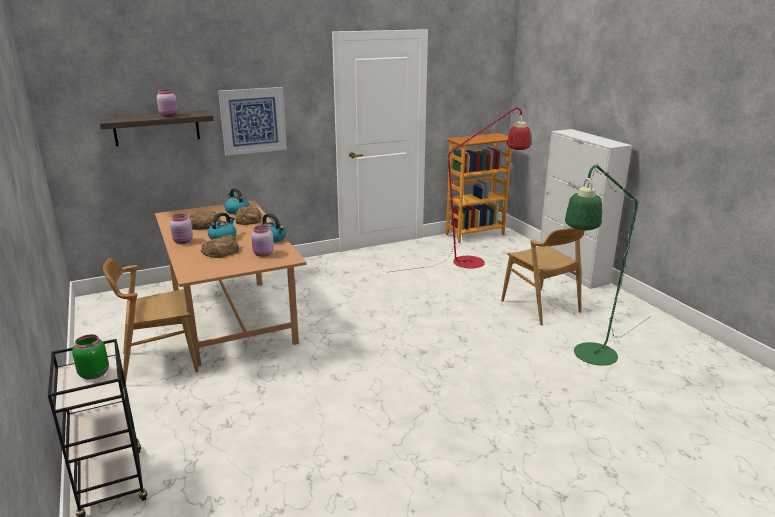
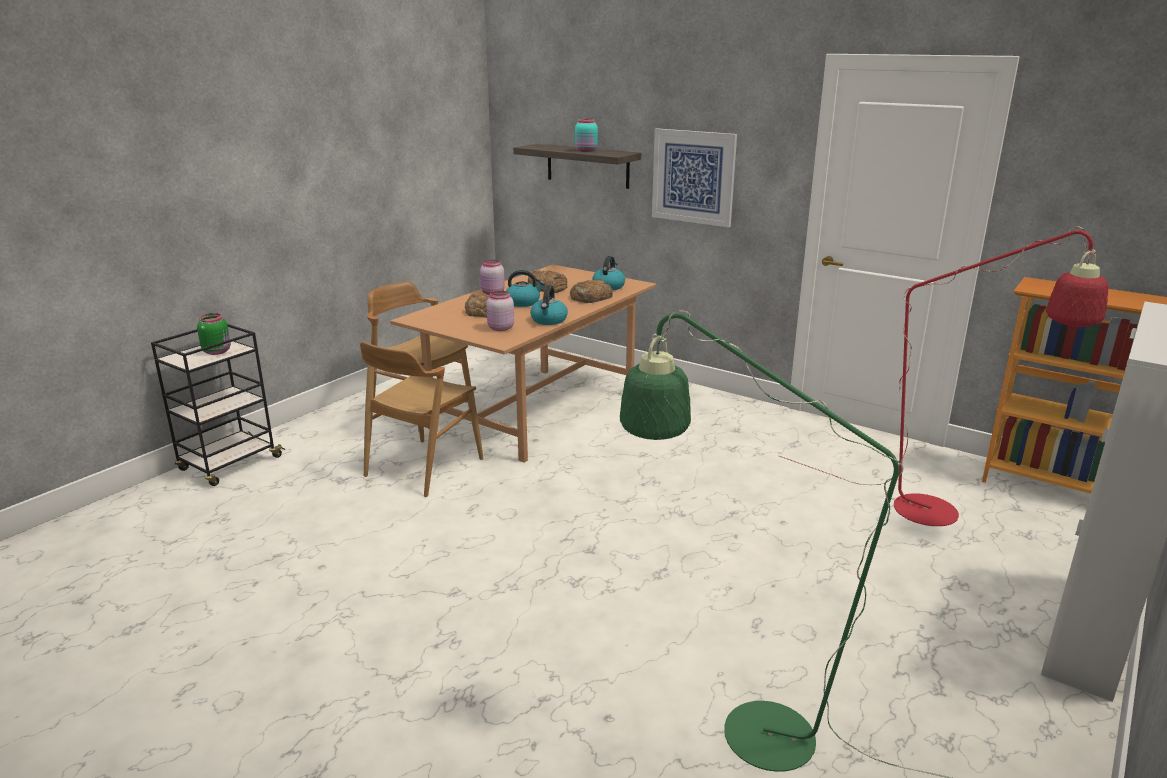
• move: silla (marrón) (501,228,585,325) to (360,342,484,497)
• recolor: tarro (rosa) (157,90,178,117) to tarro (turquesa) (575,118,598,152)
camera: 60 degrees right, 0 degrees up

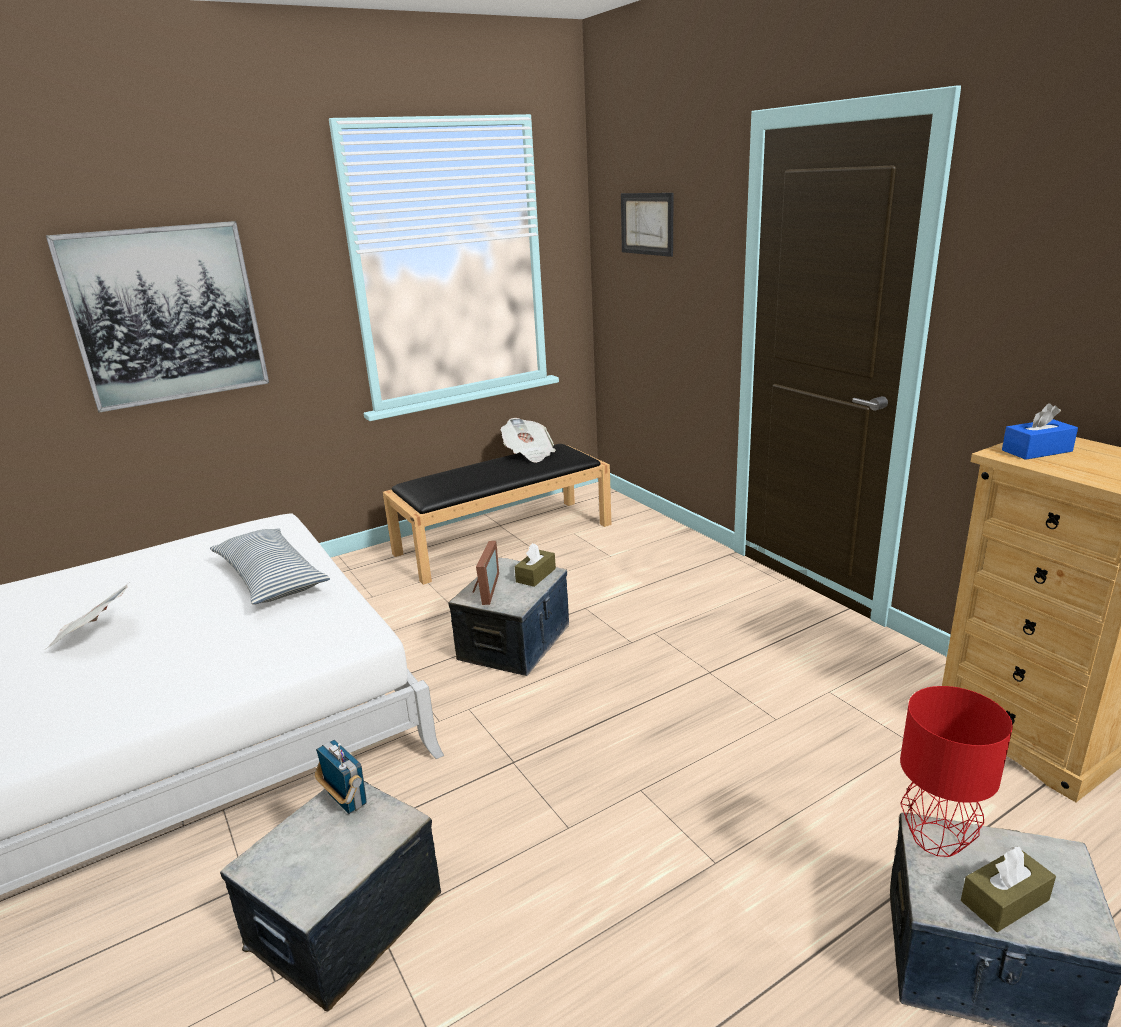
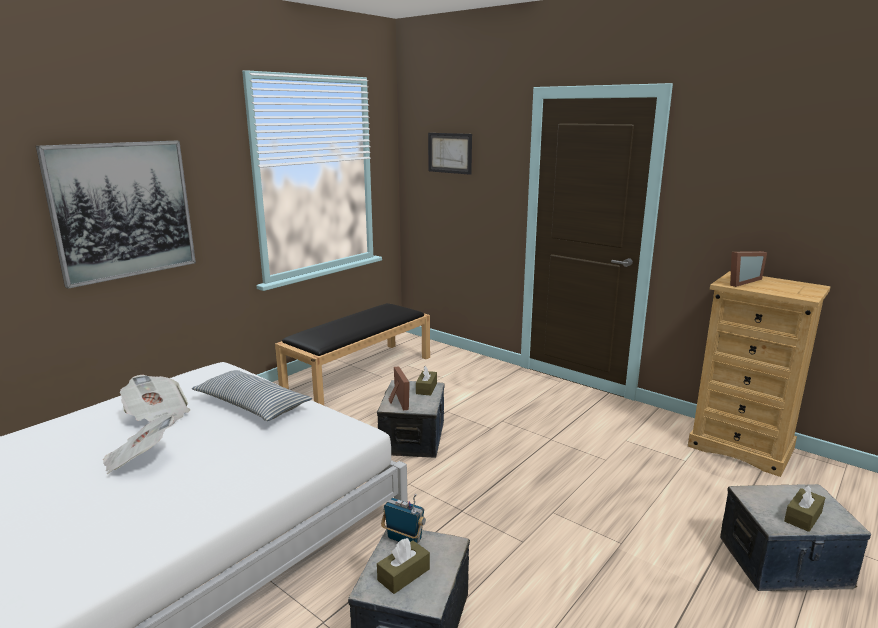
• delete: lámpara de mesa (rojo) (900,686,1013,857)
• insert: caja de pañuelos (marrón) (377,538,430,594)
• move: periódico (501,418,556,463) to (120,375,190,428)
• replace: caja de pañuelos (azul) (1002,403,1078,460) to portarretratos (730,251,767,287)
camera: 20 degrees left, 5 degrees down

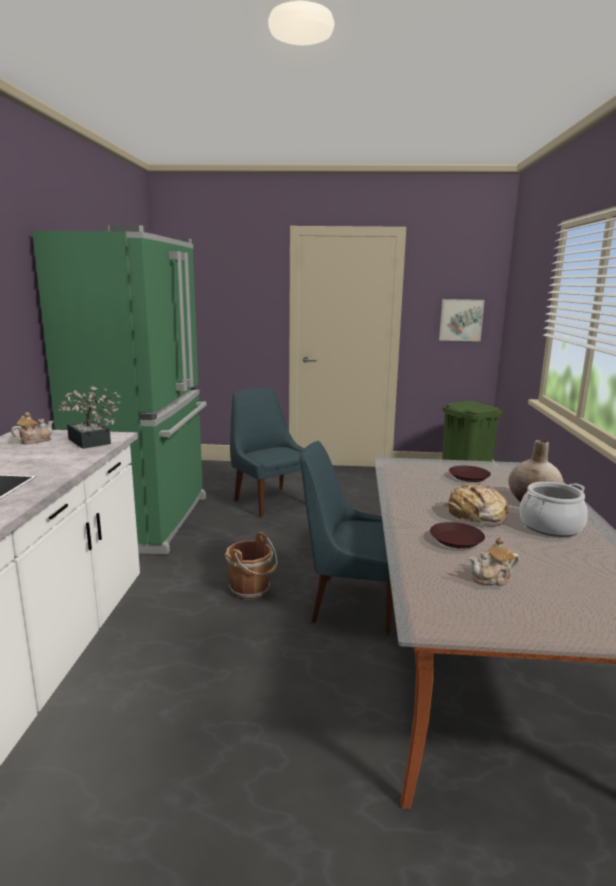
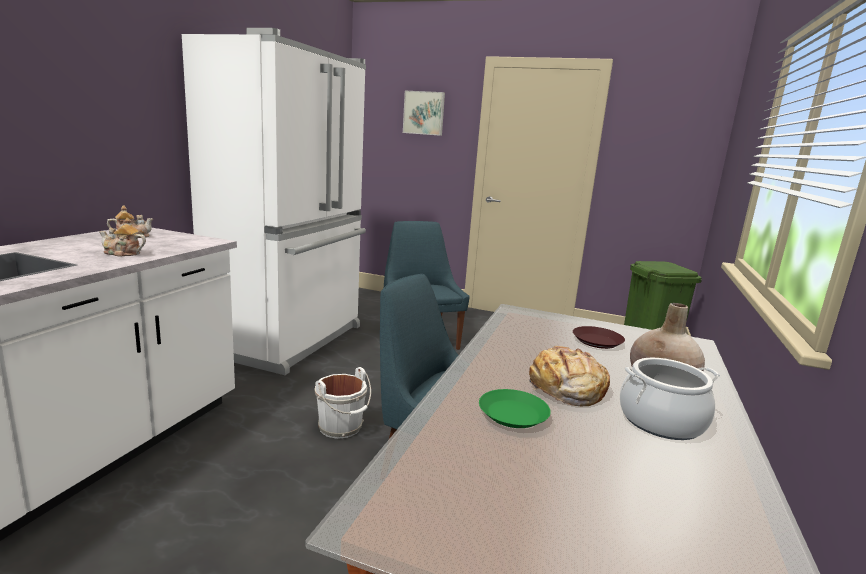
• delete: planta en maceta (58,386,121,449)
• move: cuadro (439,299,485,341) to (403,91,445,136)
• move: tetera (469,537,520,585) to (99,218,146,257)
• recolor: nevera (verde) (32,225,207,555) to nevera (blanco) (182,28,366,375)
• recolor: cubo (marrón) (225,532,278,599) to cubo (blanco) (315,367,371,439)
• recolor: plato (marrón) (430,522,485,549) to plato (verde) (479,389,551,428)
camera: 15 degrees right, 0 degrees up

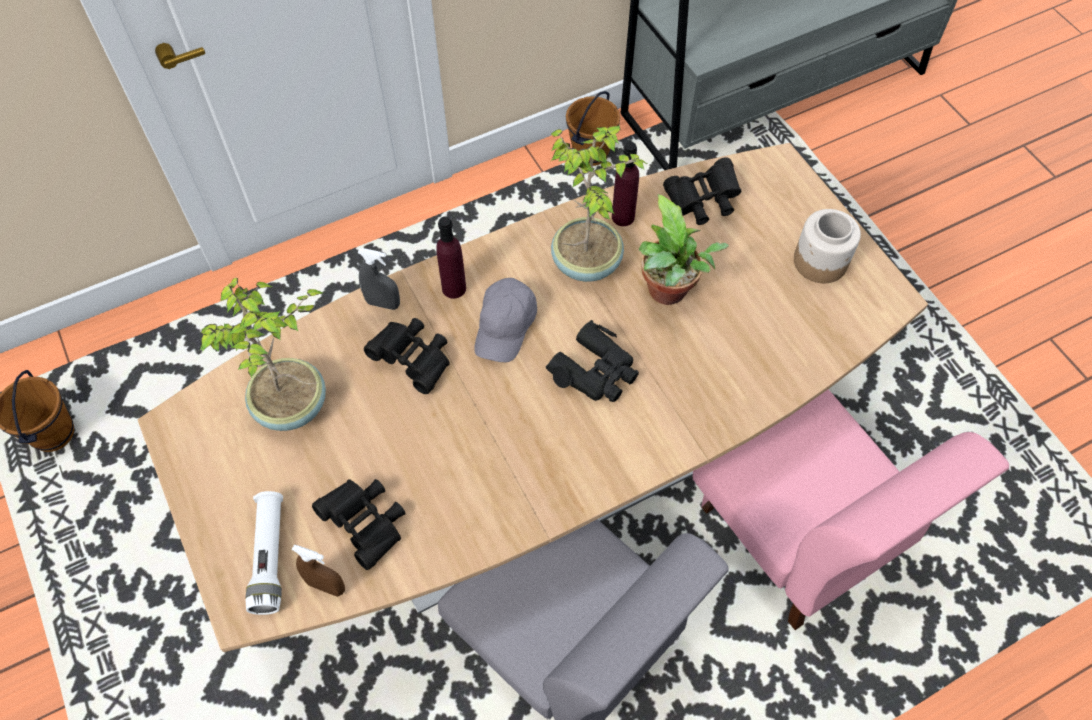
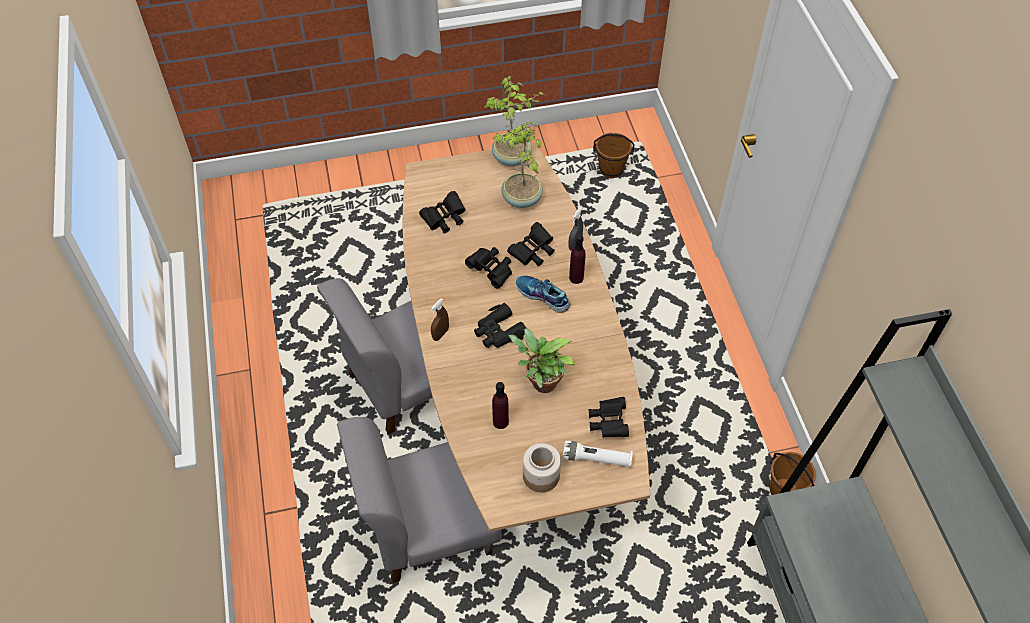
• insert: prismáticos (negro) (465,247,512,289)
• move: linterna (blanco) (246,491,283,615) to (563,441,633,468)
• move: pulverizador (marrón) (292,544,345,597) to (431,298,449,341)
• move: planta en maceta (551,125,647,282) to (484,76,545,166)
• move: botella (morado) (612,142,639,226) to (492,382,509,429)
• replace: gorra (gris) (474,278,537,362) to zapato (516,276,570,313)
• recolor: silla (rosa) (693,389,1009,630) to silla (gris) (337,417,502,583)
camera: 105 degrees right, 5 degrees down

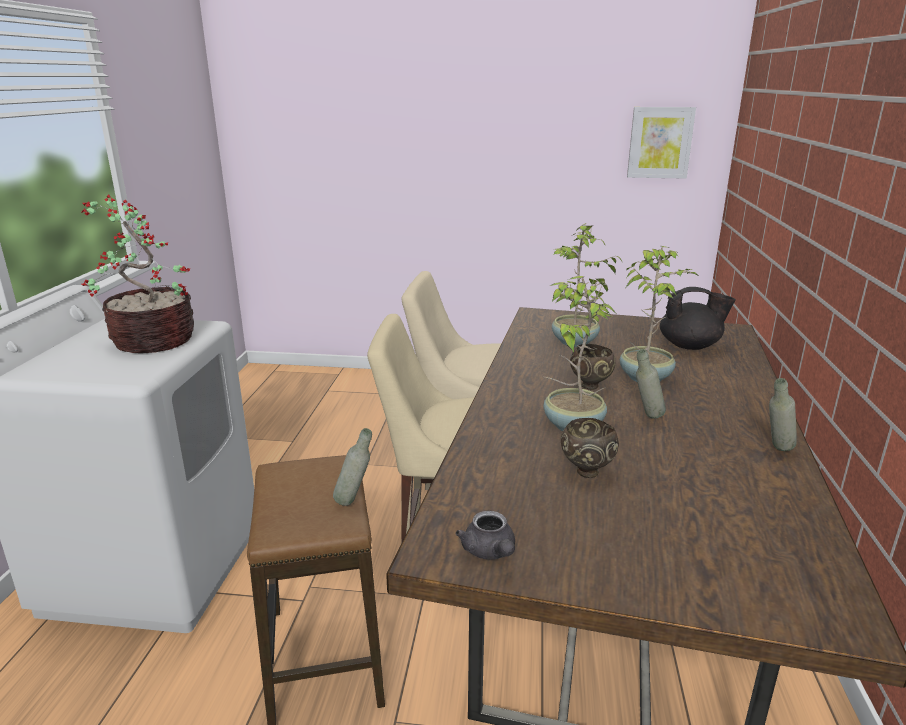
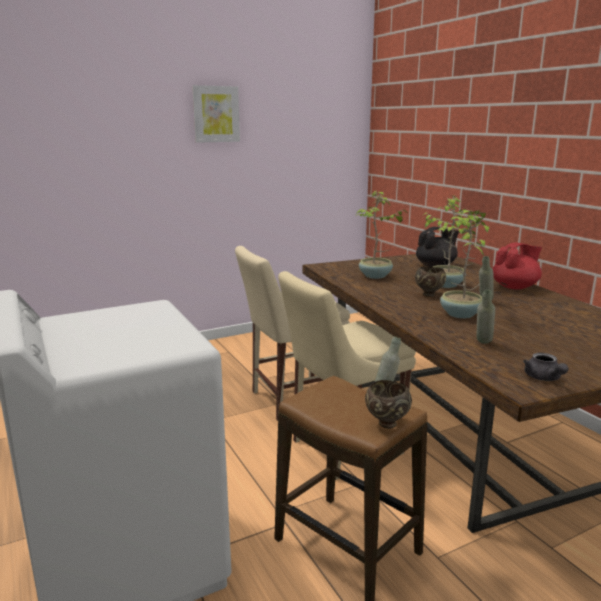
• delete: planta en maceta (81,195,194,353)
• insert: tetera (rojo) (493,243,542,290)
• move: cuenco (marrón) (561,418,619,478) to (365,380,412,429)
• move: cuadro (627,107,696,179) to (192,85,240,143)
• move: botella (gris) (769,378,797,451) to (476,289,495,344)
• rotate: tetera (gris) (456,511,515,559) = (523,353,568,381) 45 degrees clockwise
camera: 35 degrees left, 5 degrees down

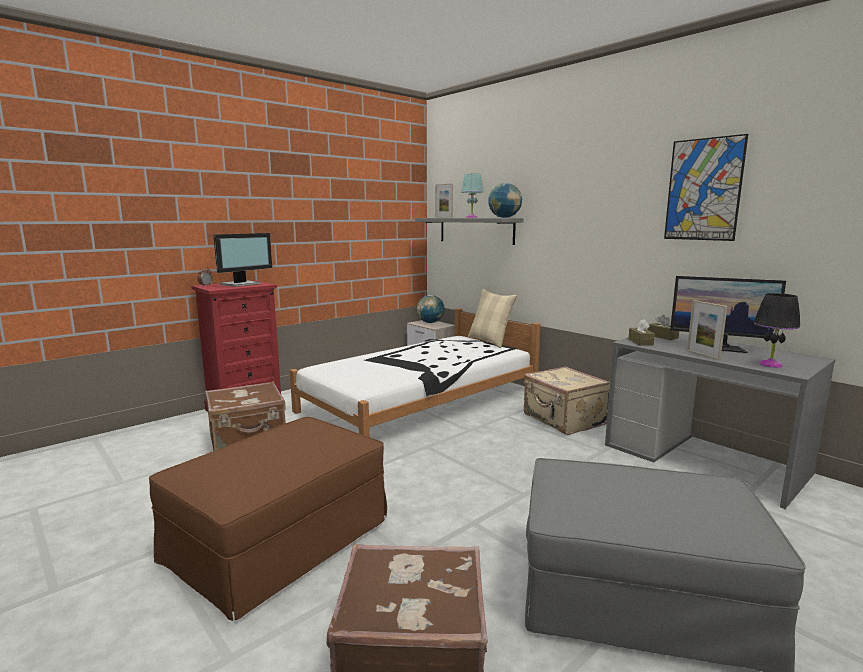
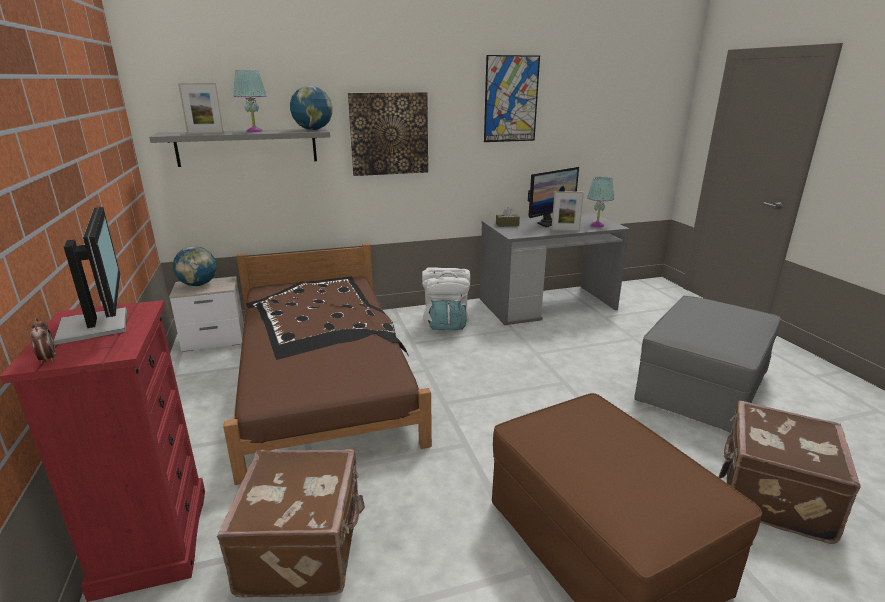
• delete: cojín (beis) (468,289,517,348)
• delete: caja de pañuelos (marrón) (628,319,655,346)
• insert: cuadro (348,92,428,176)
• replace: maleta (beis) (524,366,610,435) to mochila (blanco) (422,267,470,330)
• recolor: cama (blanco) (290,308,540,437) to cama (marrón) (223,243,432,485)
• recolor: lámpara de mesa (negro) (754,293,800,368) to lámpara de mesa (turquesa) (587,177,614,227)
camera: 65 degrees left, 10 degrees up

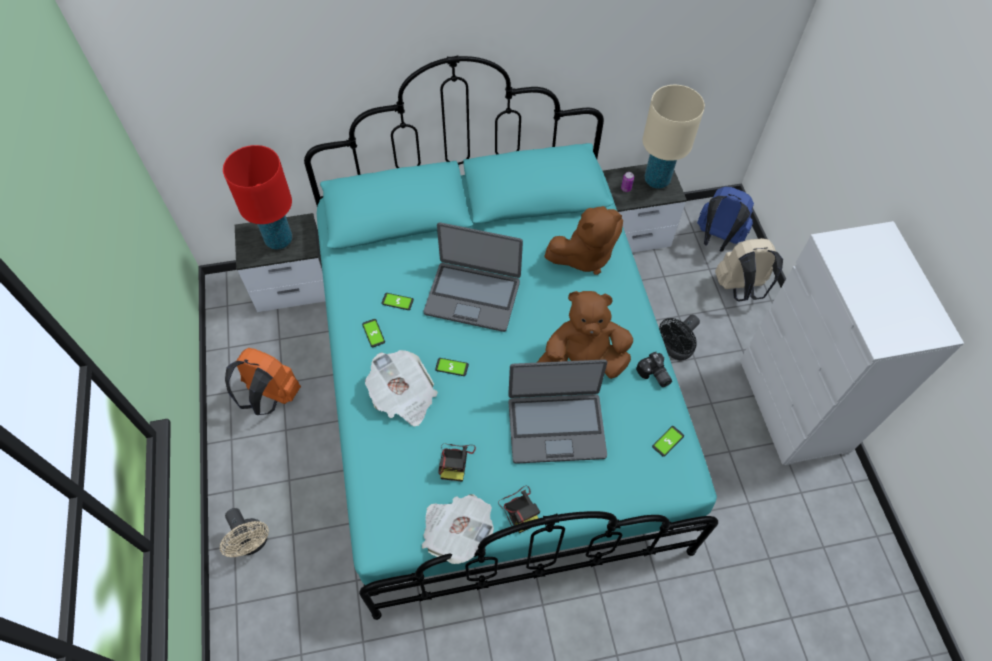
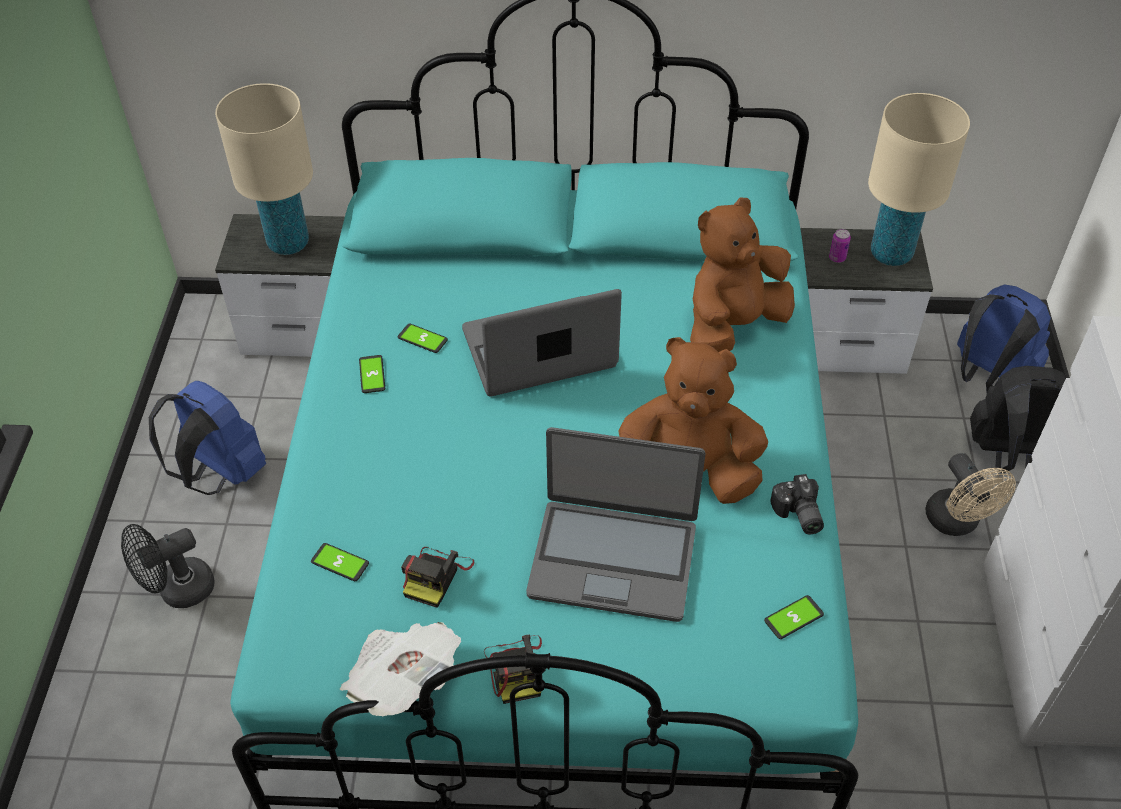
• delete: periódico (365,350,438,426)
• move: ventilador (beis) (220,508,269,557) to (926,453,1016,536)
• move: móvil (435,358,469,376) to (311,543,369,581)
• move: ventilador (negro) (659,315,700,360) to (121,524,215,608)
• recolor: lámpara de mesa (rojo) (223,145,292,250) to lámpara de mesa (beis) (215,83,313,255)
• recolor: mochila (naranja) (225,348,301,415) to mochila (azul) (149,381,266,495)
• recolor: mochila (beis) (715,238,783,301) to mochila (negro) (970,366,1066,473)
• rotate: portátil (424,222,523,332) = (462,289,622,396) 135 degrees clockwise
• rotate: peluche (marrón) (544,206,623,275) = (690,198,795,352) 150 degrees clockwise
camera: 15 degrees right, 10 degrees down

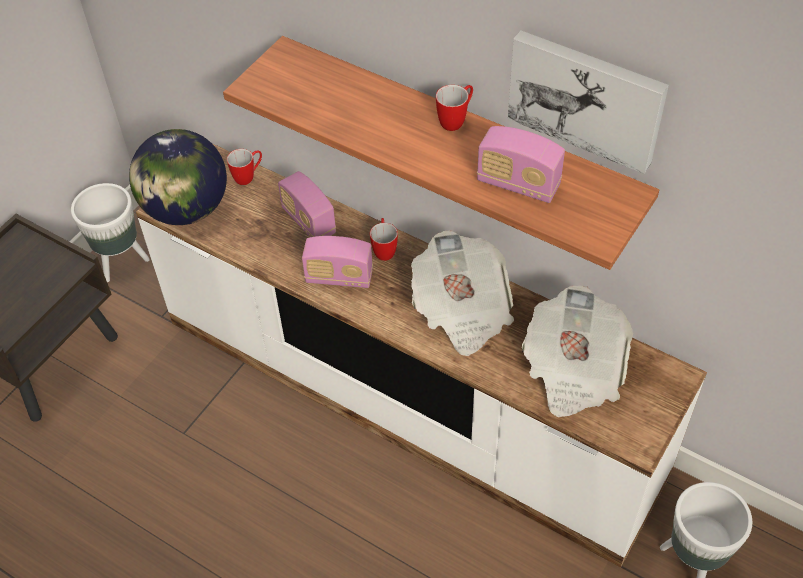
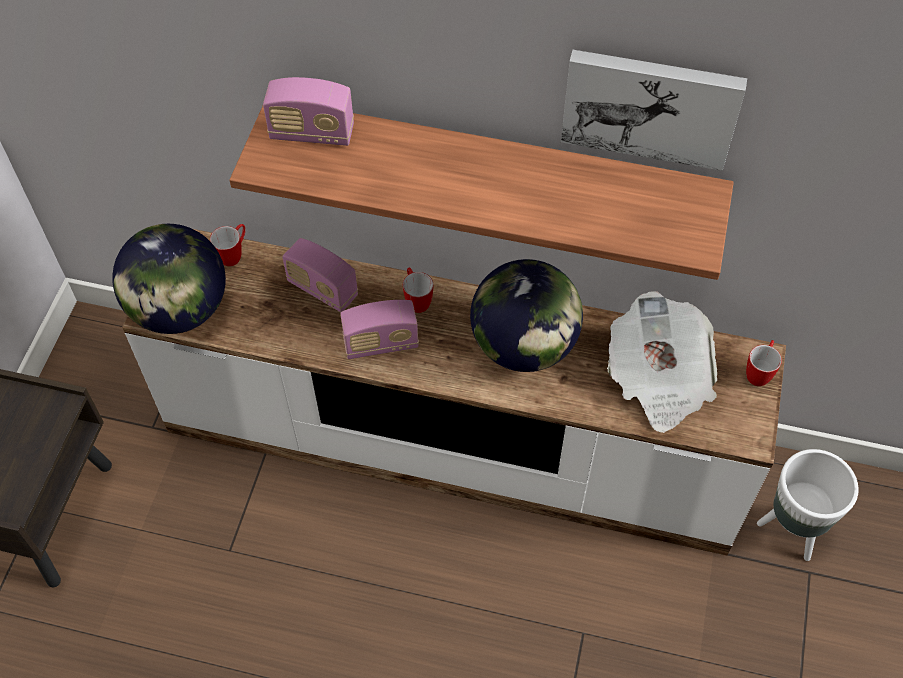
• delete: maceta (blanco) (71,183,150,282)
• move: taza grande (436,85,473,131) to (746,340,782,386)
• move: radio (477,126,565,203) to (263,77,354,146)
• replace: periódico (411,230,514,356) to globo terráqueo (470,259,583,372)
camera: 20 degrees left, 5 degrees up

